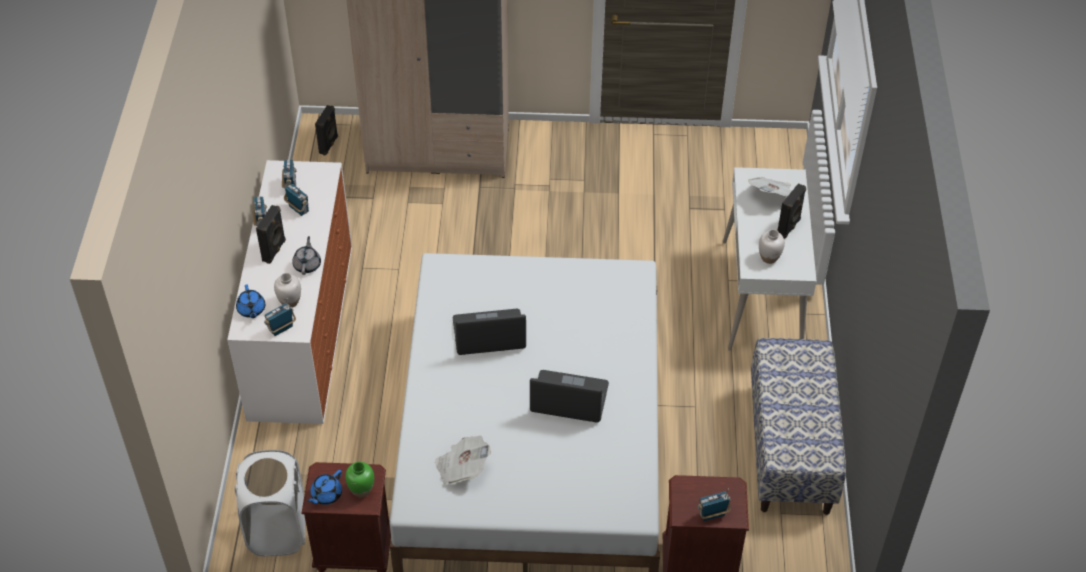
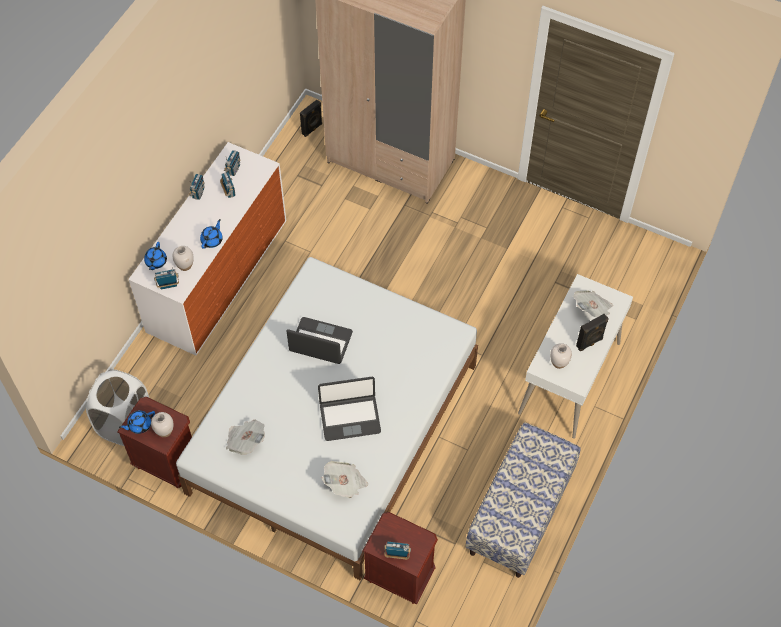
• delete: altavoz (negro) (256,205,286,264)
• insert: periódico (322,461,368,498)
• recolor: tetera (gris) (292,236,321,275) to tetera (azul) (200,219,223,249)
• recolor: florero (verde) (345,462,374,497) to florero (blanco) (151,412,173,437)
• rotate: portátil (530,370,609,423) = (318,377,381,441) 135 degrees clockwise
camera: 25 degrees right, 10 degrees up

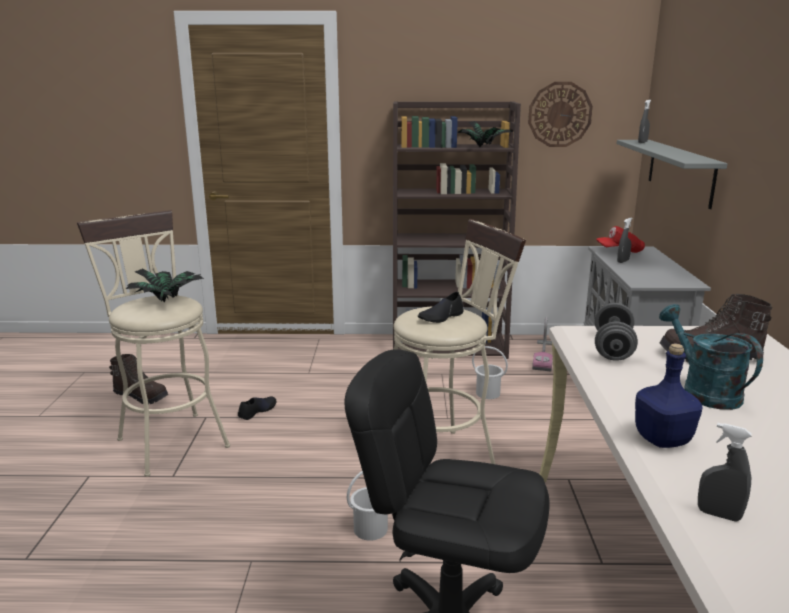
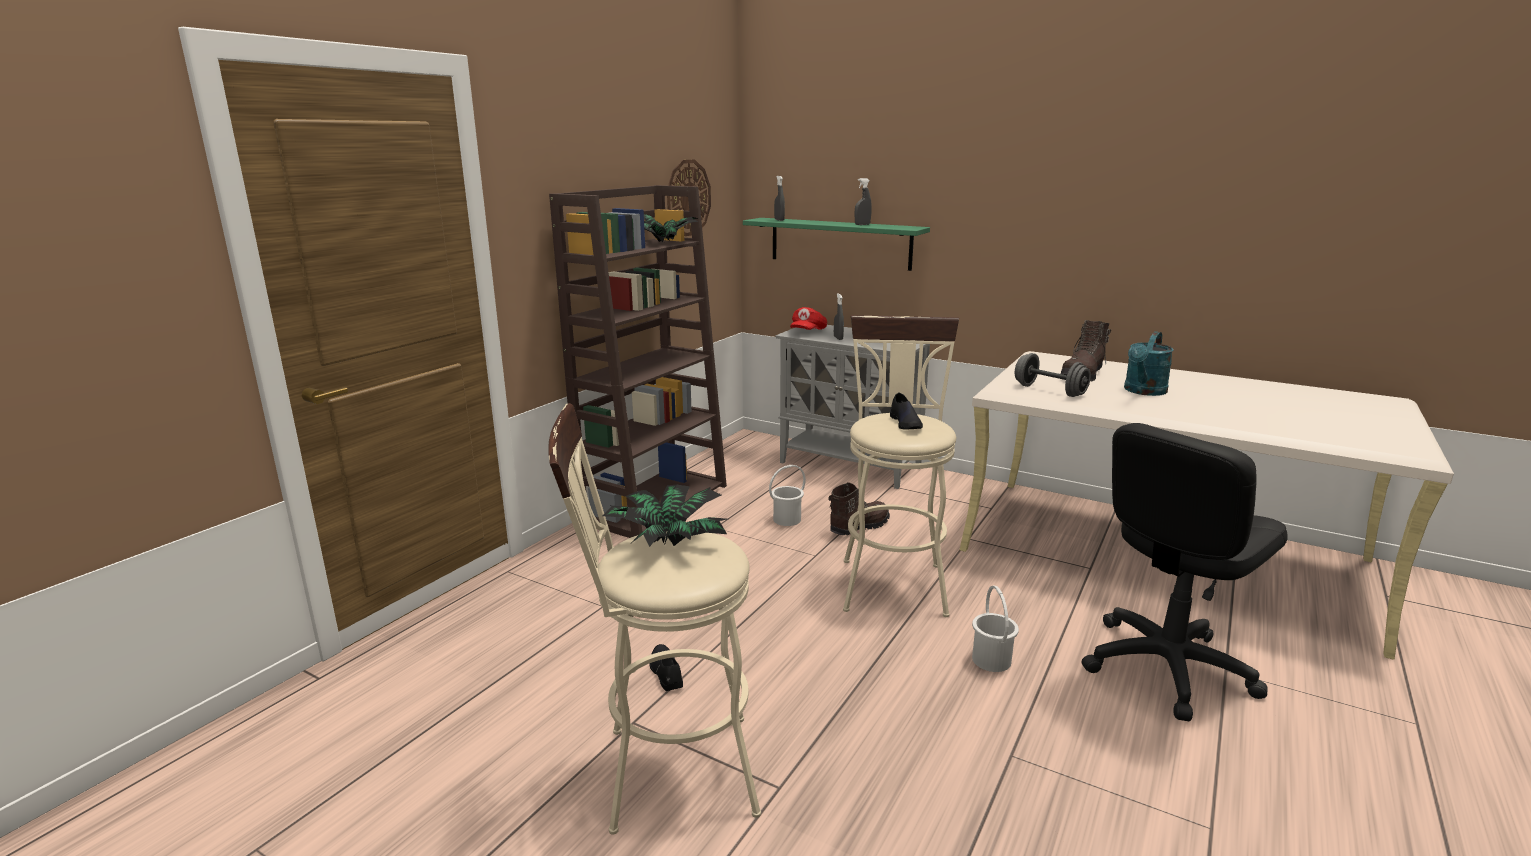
• delete: aspiradora (532,316,553,371)
• delete: botella (azul) (635,343,702,448)
• move: bota (marrón) (109,354,169,404) to (828,482,890,535)
• move: pulverizador (gris) (698,423,752,522) to (855,178,872,225)
• recolor: estante (gris) (617,140,727,209) to estante (verde) (743,218,930,271)
• rotate: regadera (turquesa) (659,304,763,410) = (1124,331,1174,396) 60 degrees counterclockwise
camera: 60 degrees left, 0 degrees up

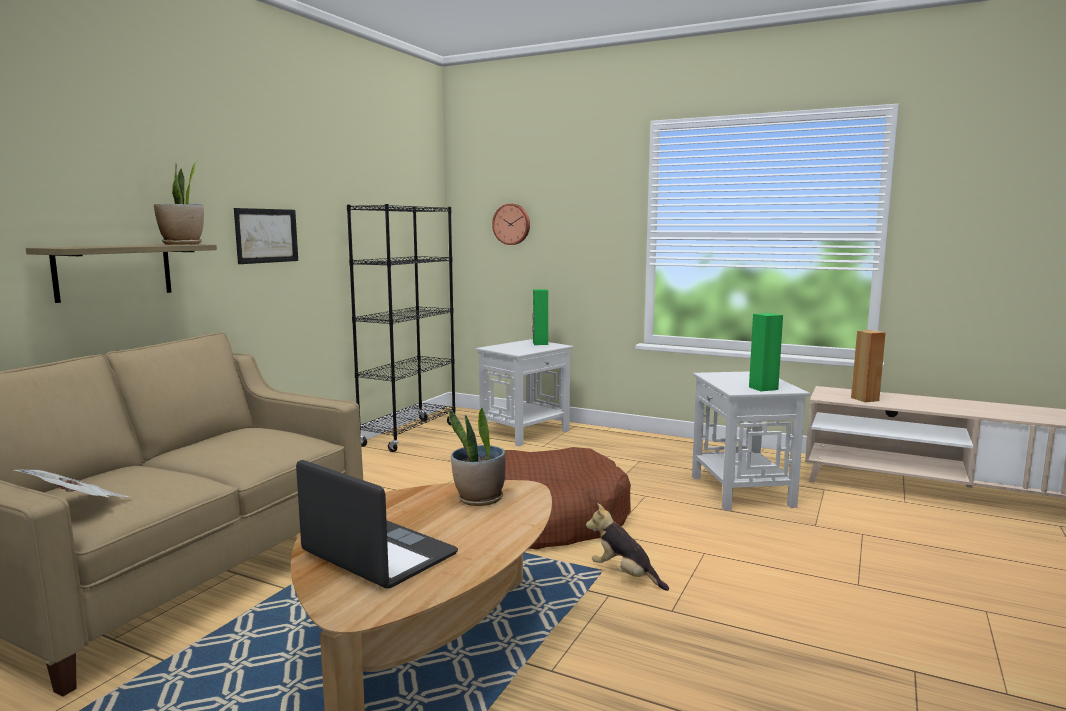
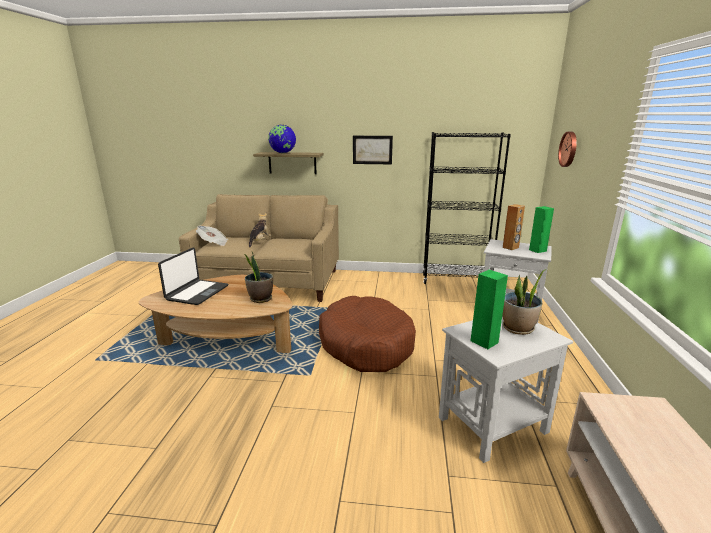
• insert: globo terráqueo (268,124,296,153)
• move: planta en maceta (154,161,204,245) to (502,269,546,335)
• move: peluche (586,503,669,591) to (249,213,271,247)
• move: altavoz (marrón) (851,330,886,402) to (503,204,525,250)
camera: 70 degrees right, 10 degrees up

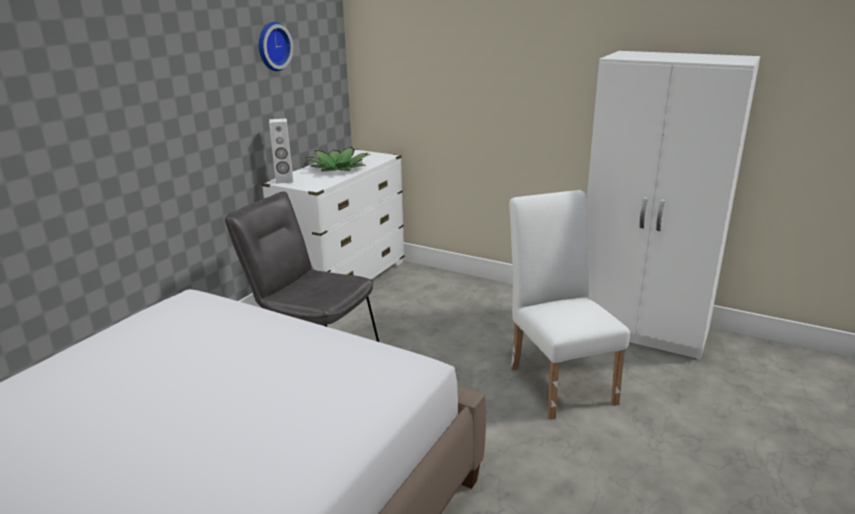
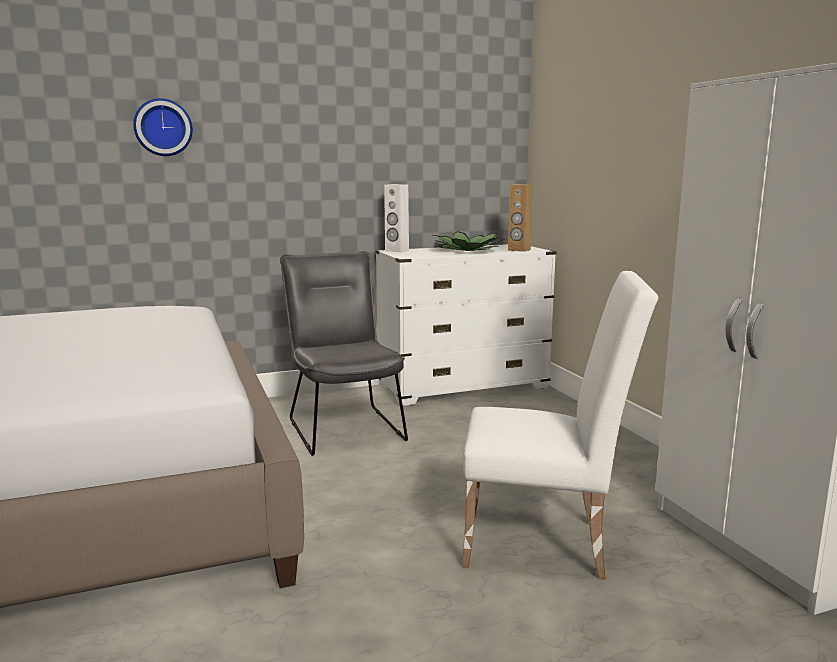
• insert: altavoz (marrón) (508,184,533,252)
• move: reloj de pared (259,22,293,71) to (133,98,193,156)
• rotate: silla (blanco) (509,190,630,420) = (462,271,658,579) 75 degrees clockwise
camera: 40 degrees right, 10 degrees down

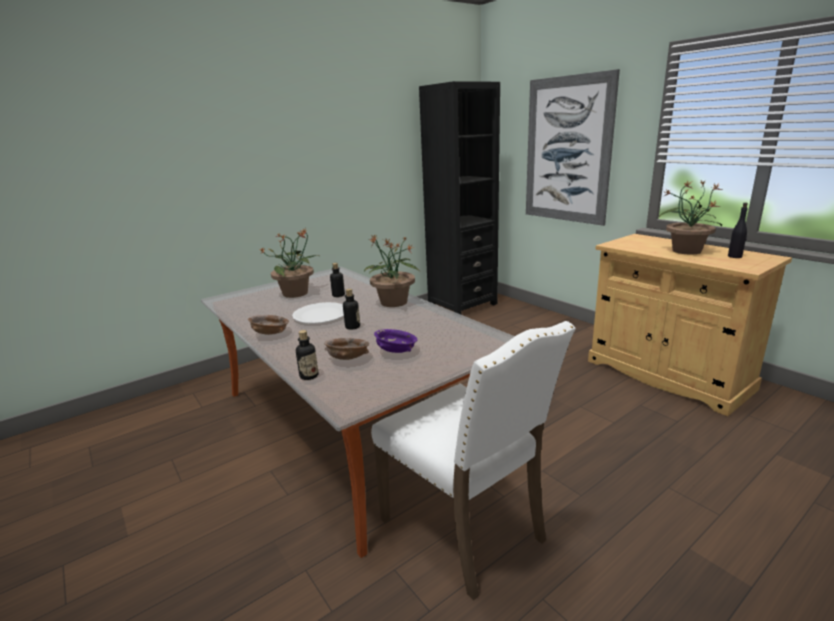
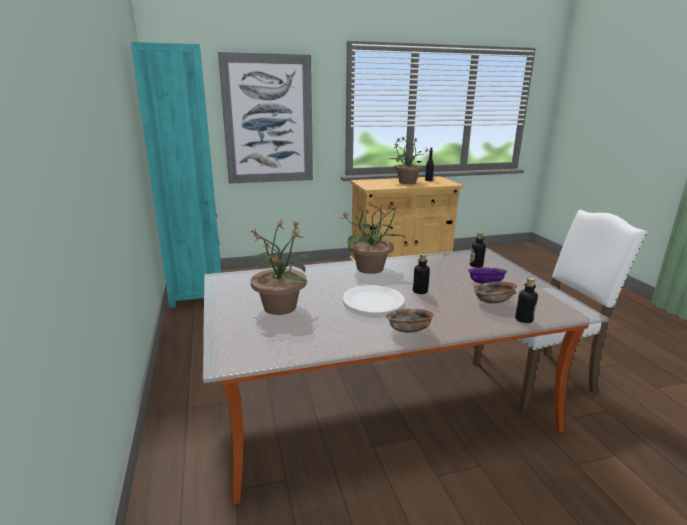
• move: botella (330,263,345,297) to (470,232,486,268)
• recolor: estantería (negro) (419,81,500,315) to estantería (turquesa) (131,42,222,308)
camera: 70 degrees left, 0 degrees up

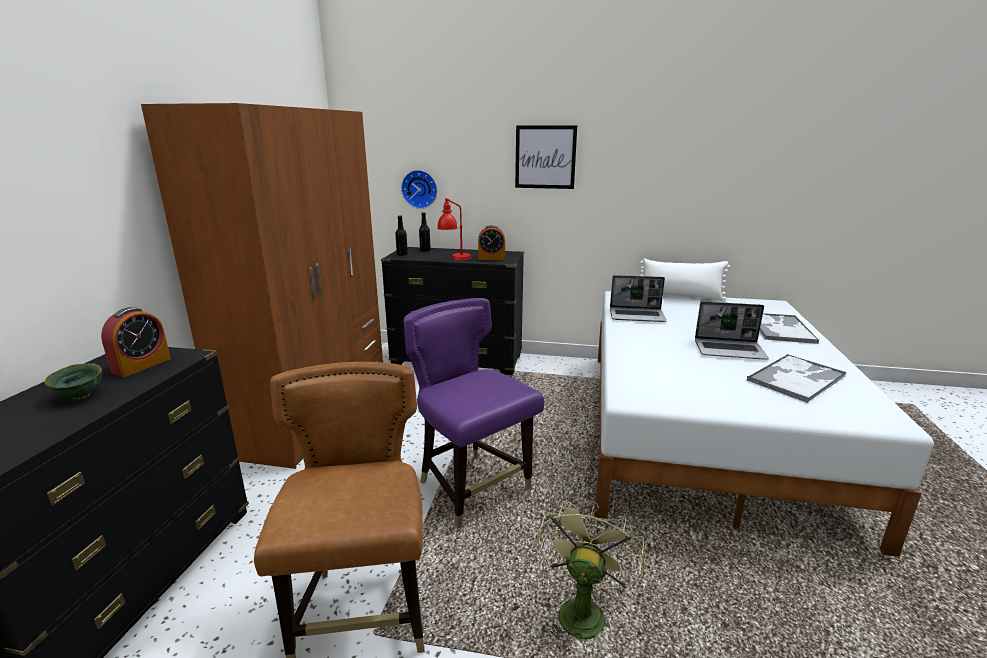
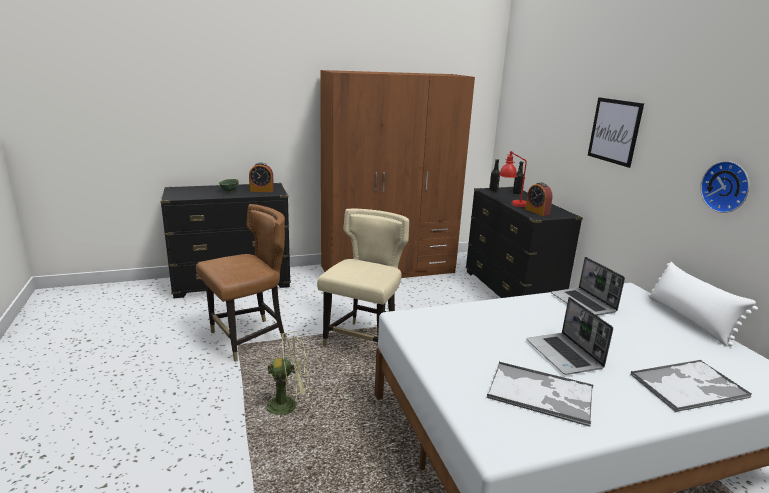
• move: reloj de pared (401,170,437,209) to (700,161,749,213)
• recolor: silla (morado) (404,298,544,529) to silla (beis) (317,208,409,347)
camera: 60 degrees right, 0 degrees up

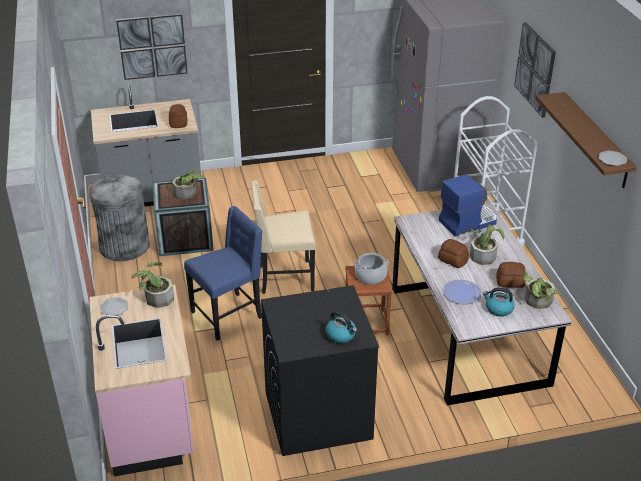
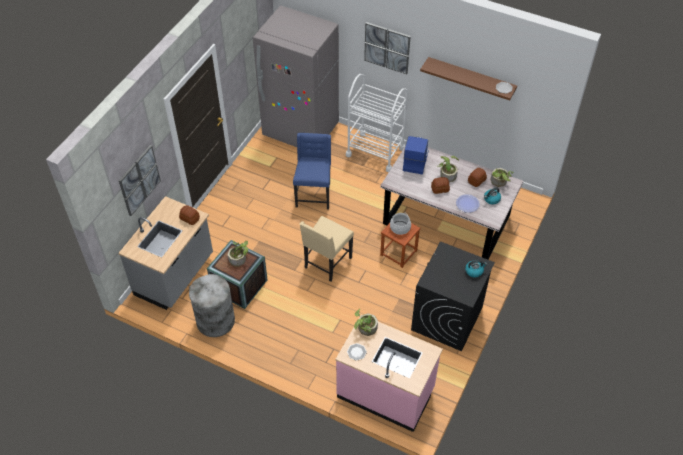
• move: silla (azul) (184,206,262,341) to (293,133,331,210)
camera: 50 degrees left, 15 degrees up

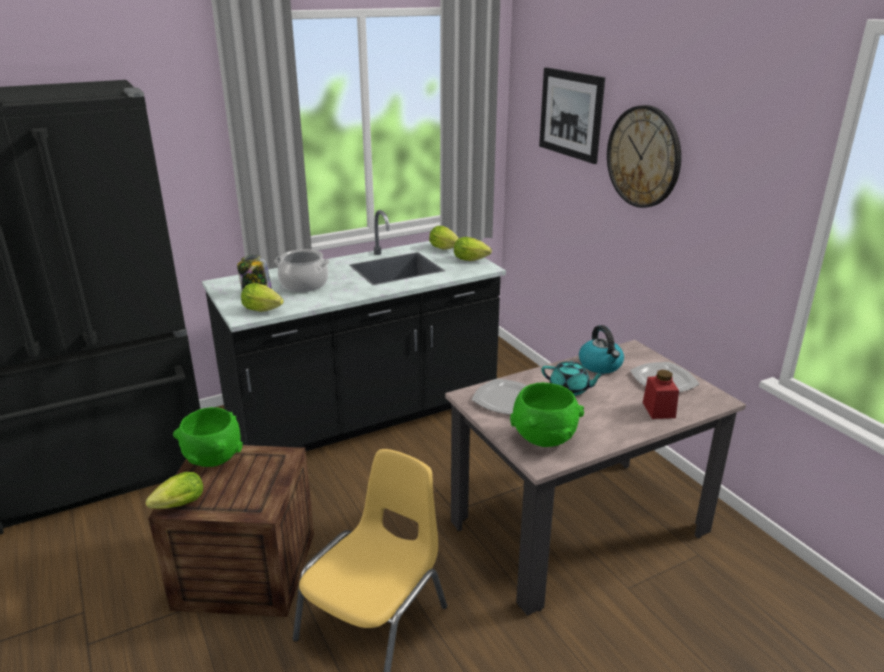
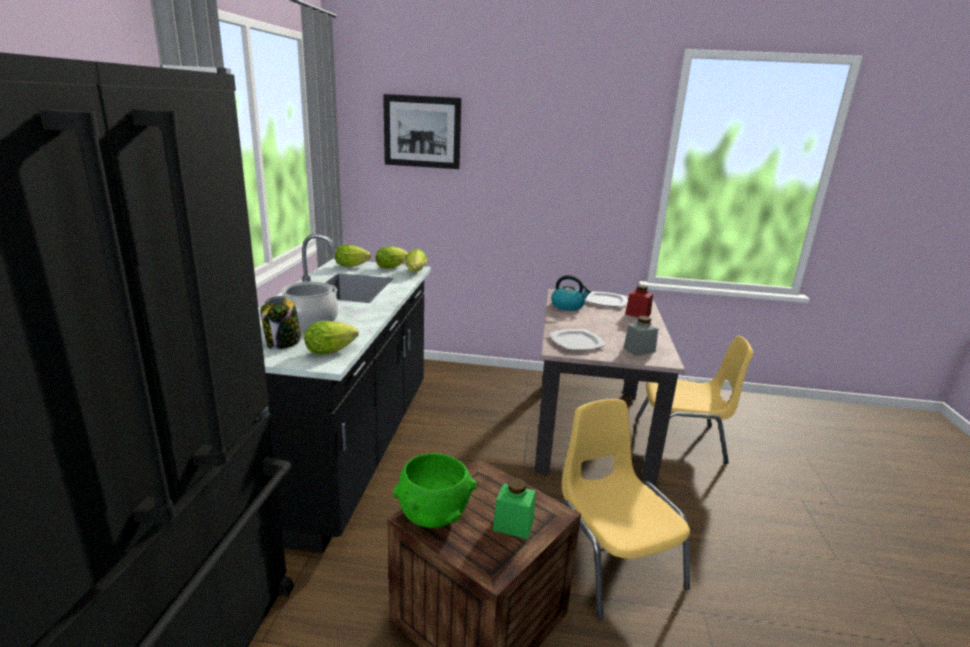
• delete: tetera (turquesa) (541,361,605,396)
• delete: reloj de pared (607,105,681,208)
• insert: tarro (verde) (493,478,535,539)
• insert: silla (amarillo) (637,336,753,464)
• move: lechuga (146,472,203,509) to (406,249,428,272)
• replace: cuenco (verde) (510,383,584,447) to tarro (gris) (624,316,658,356)
camera: 55 degrees left, 5 degrees down

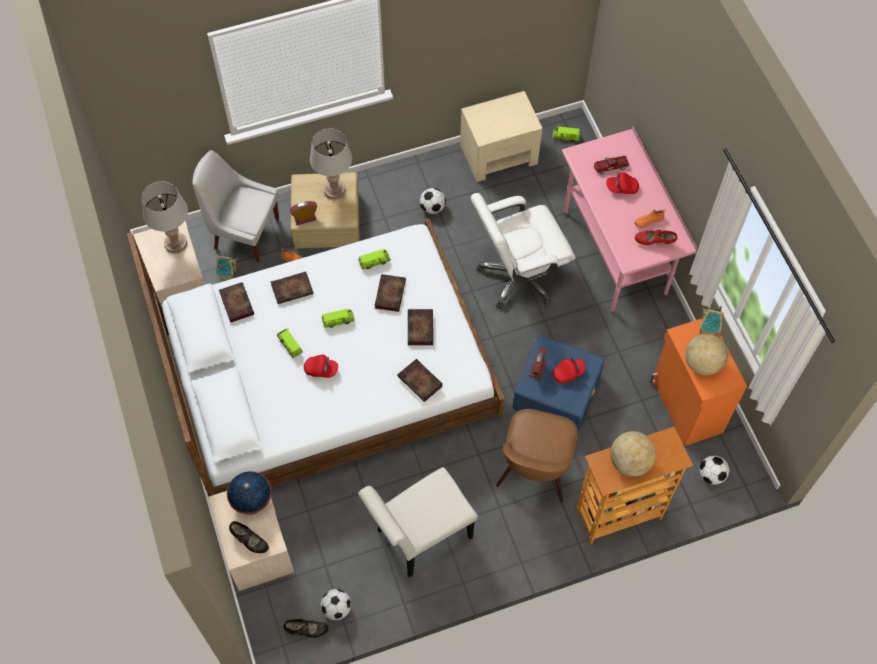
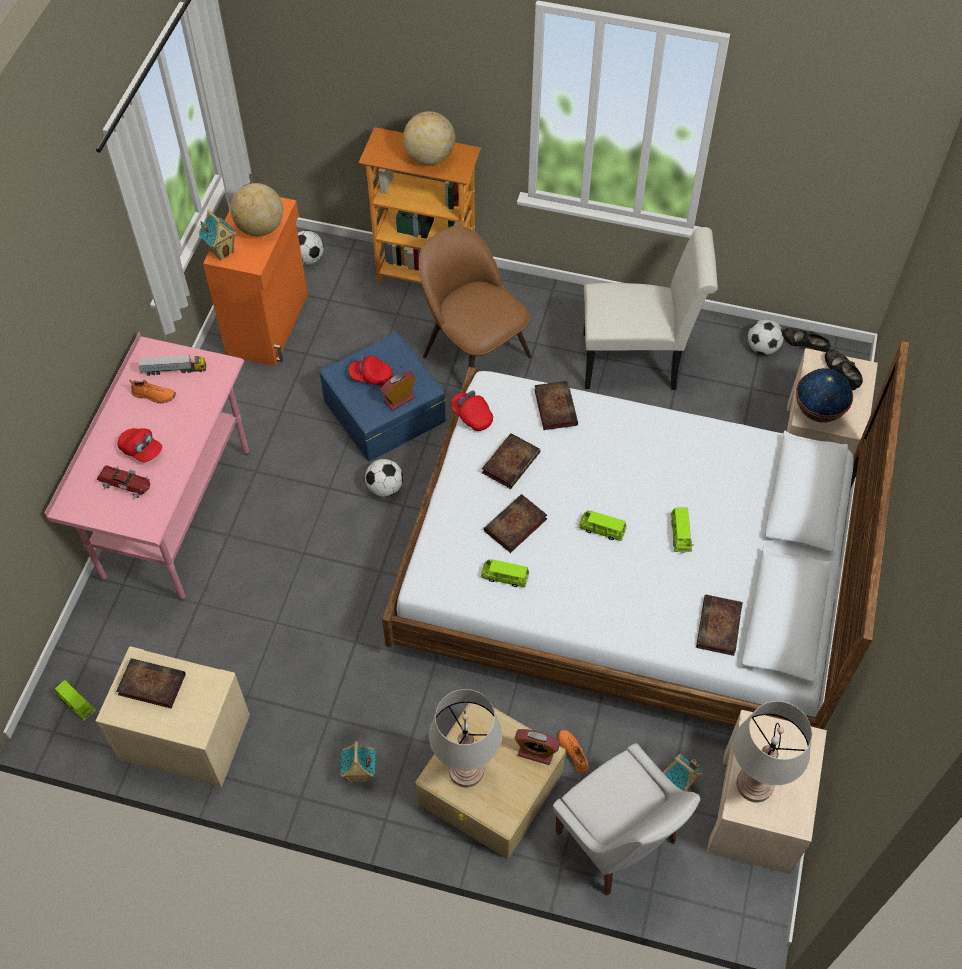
• delete: silla de oficina (blanco) (471,193,575,309)
• insert: casita (340,741,376,783)
• move: libro (271,272,314,304) to (116,658,185,708)
• move: gorra (rojo) (304,354,338,378) to (451,390,493,431)
• move: balón de fútbol (420,188,446,214) to (365,459,403,497)
• replace: zapato (rojo) (635,229,677,245) to camión de juguete (138,355,206,376)
• rotate: silla (marrón) (496,409,578,503) = (419,225,532,368) 90 degrees counterclockwise
camera: 145 degrees left, 5 degrees down

